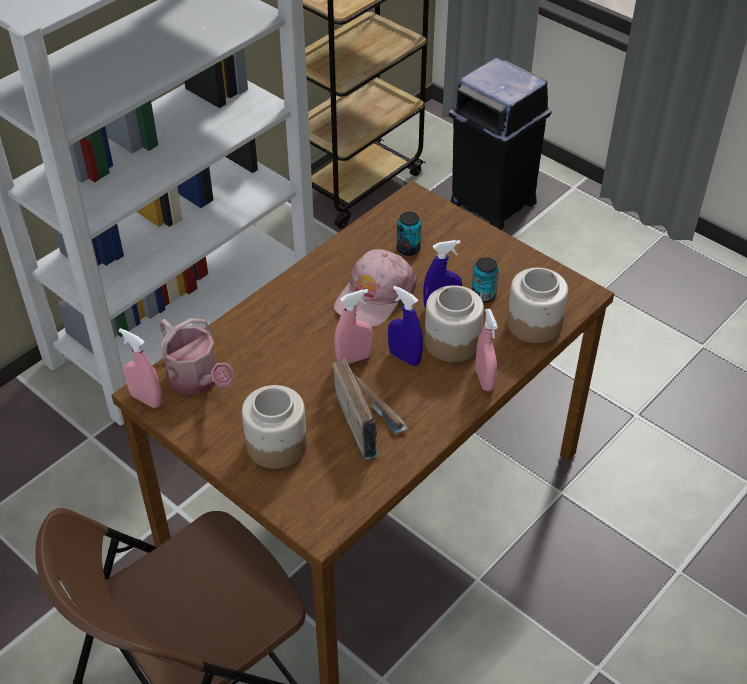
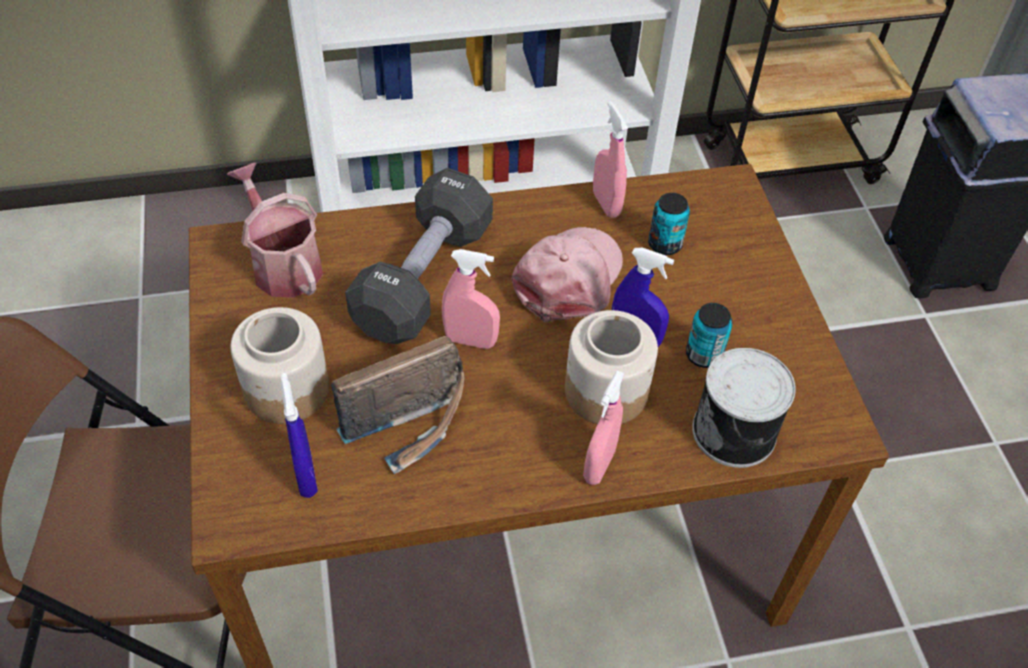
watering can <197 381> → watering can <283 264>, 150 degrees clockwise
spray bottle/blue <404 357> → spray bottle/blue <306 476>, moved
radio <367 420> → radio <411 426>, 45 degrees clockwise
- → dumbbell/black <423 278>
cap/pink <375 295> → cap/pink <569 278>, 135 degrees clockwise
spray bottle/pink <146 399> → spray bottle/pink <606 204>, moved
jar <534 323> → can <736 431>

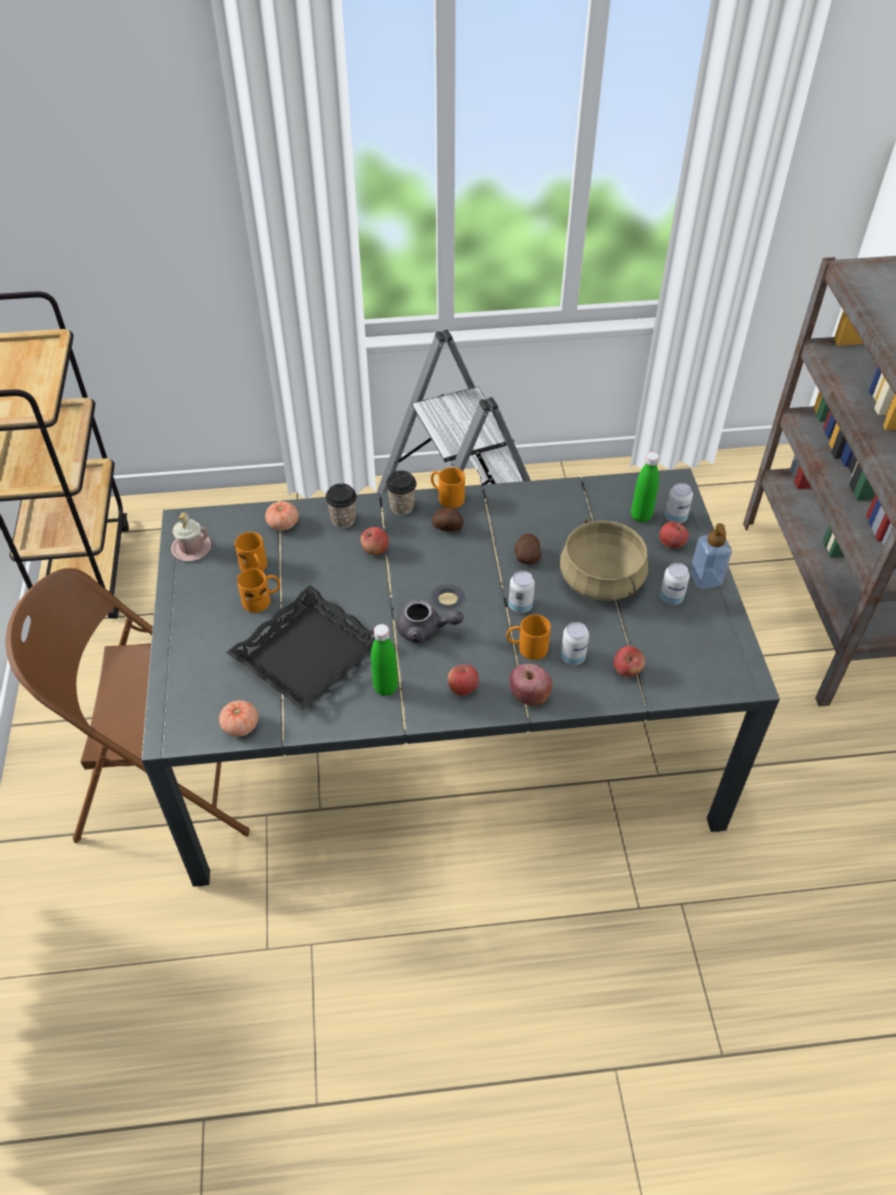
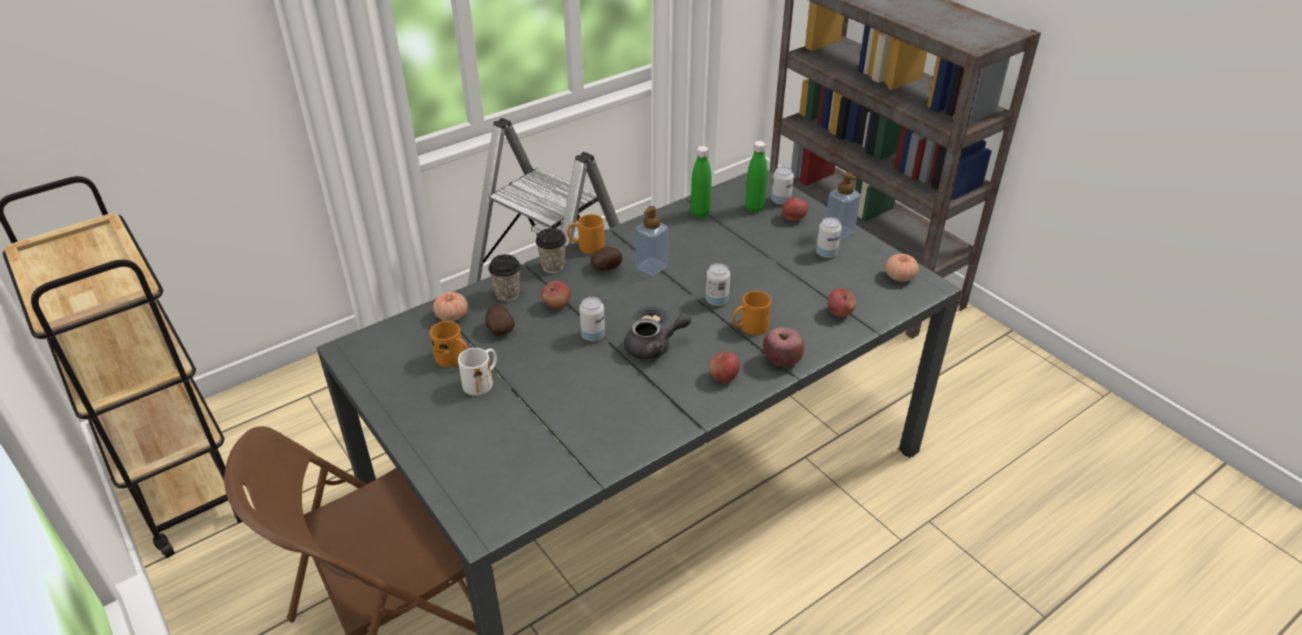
mug/orange <262 599> → mug/white <482 381>
potato <527 556> → potato <499 329>, moved
can <572 657> → can <593 335>, moved
- → soap dispenser <651 267>
bottle/green <385 687> → bottle/green <700 213>, moved
tomato <240 726> → tomato <899 276>, moved
mug/pink <191 548> → -
tray/black <307 653> → -
cooking pot/beige <602 579> → -

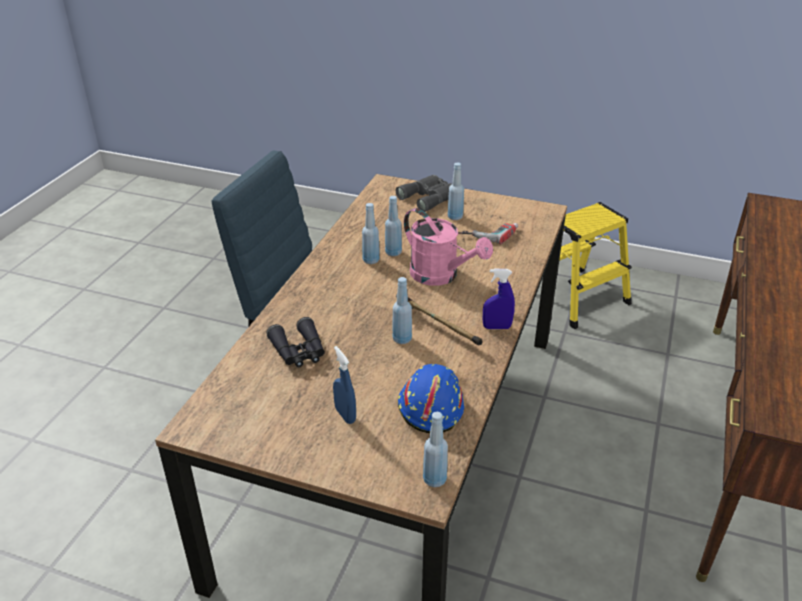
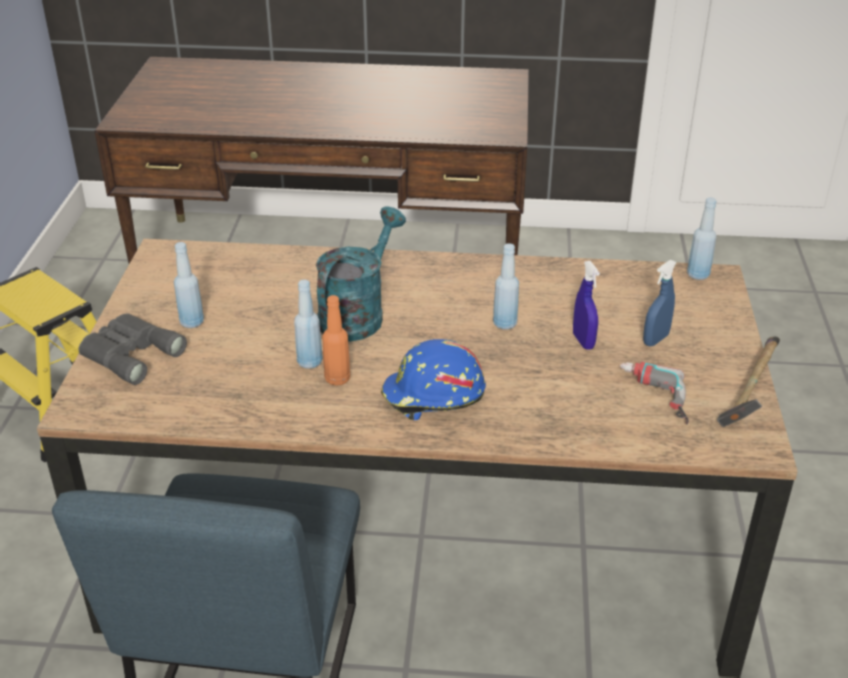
watering can/pink <441 276> → watering can/turquoise <357 314>
bottle/blue <371 260> → bottle/orange <337 379>
hard hat/blue <430 406> → hard hat/blue <433 396>, moved
spray bottle/blue <497 327> → spray bottle/blue <583 341>, moved
power drill <488 233> → power drill <652 397>, moved
hammer <437 328> → hammer <750 393>, moved
binoculars/black <299 352> → -

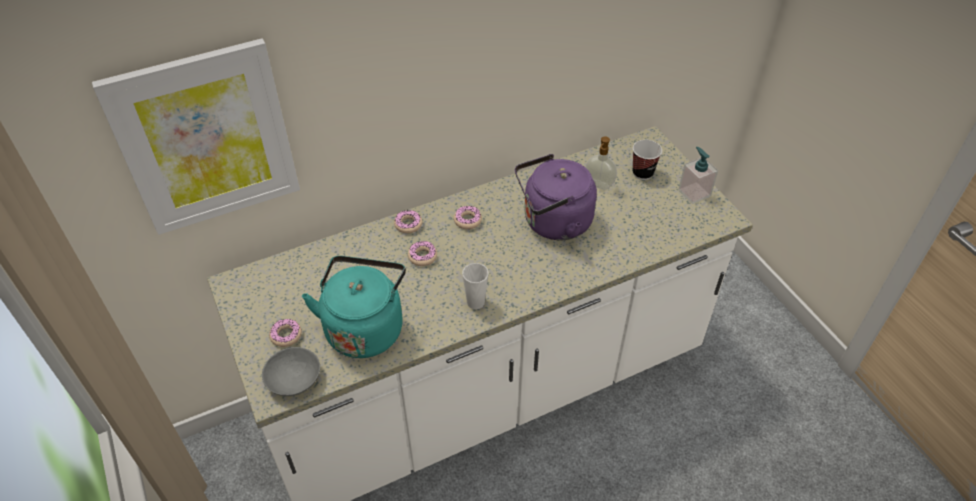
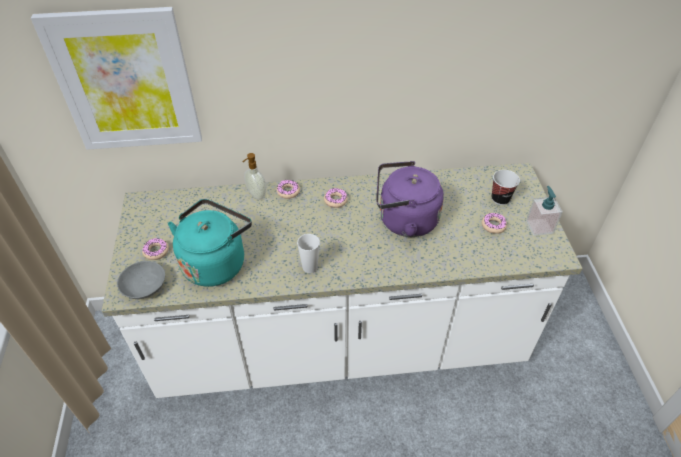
soap dispenser <598 185> → soap dispenser <256 194>, moved
donut <422 256> → donut <493 225>, moved

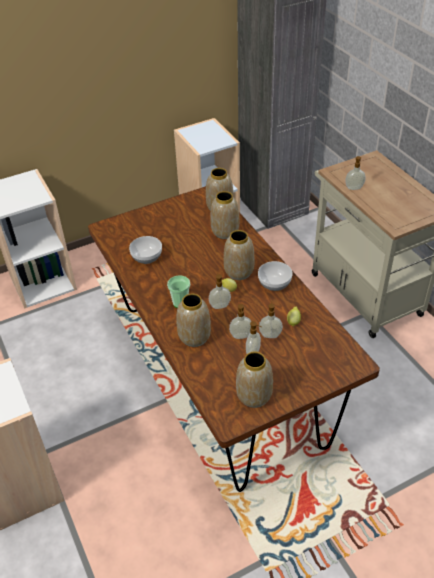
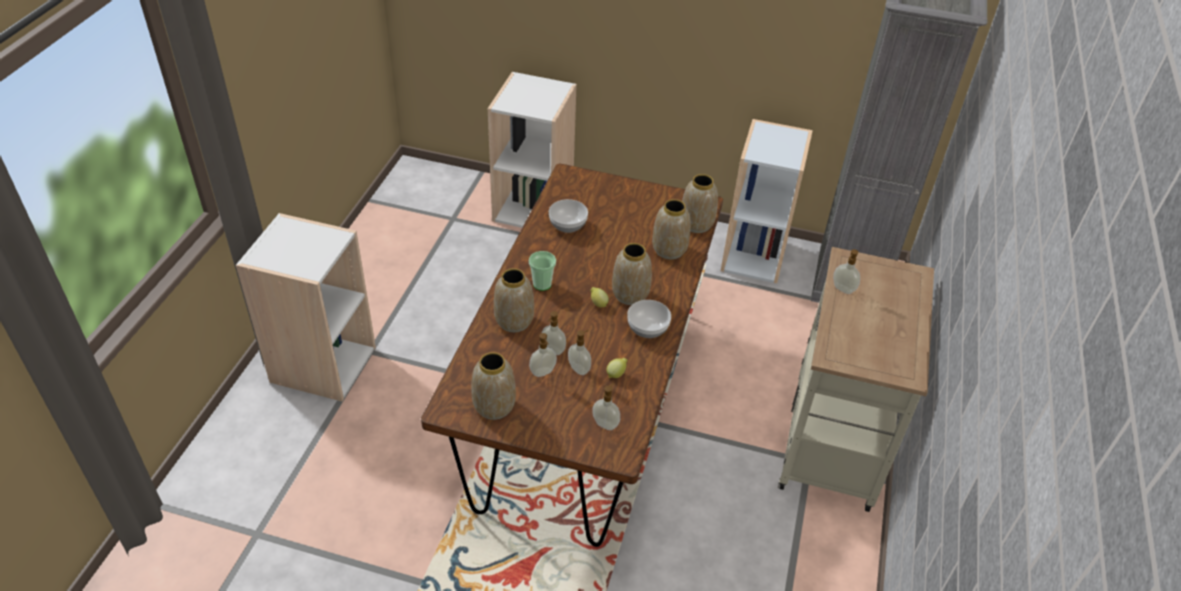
soap dispenser <219 305> → soap dispenser <606 424>, moved

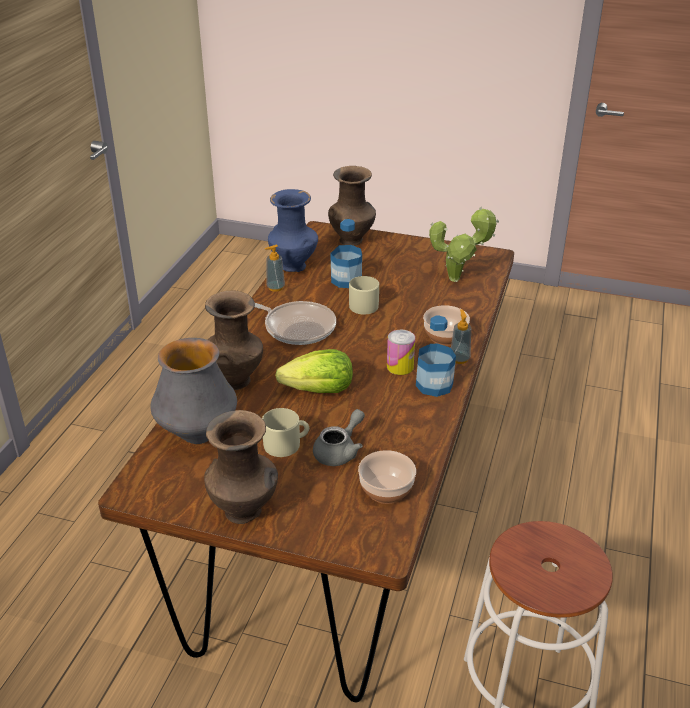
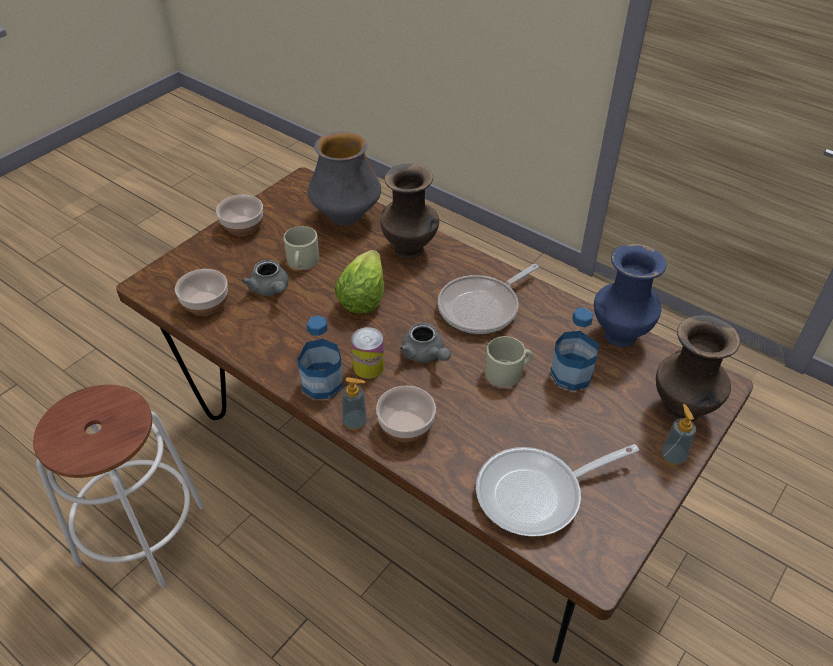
vase/brown <245 511> → bowl <242 226>
- → teapot/grey <425 355>
potted plant <458 279> → frying pan <537 494>
soap dispenser <275 287> → soap dispenser <672 457>, moved

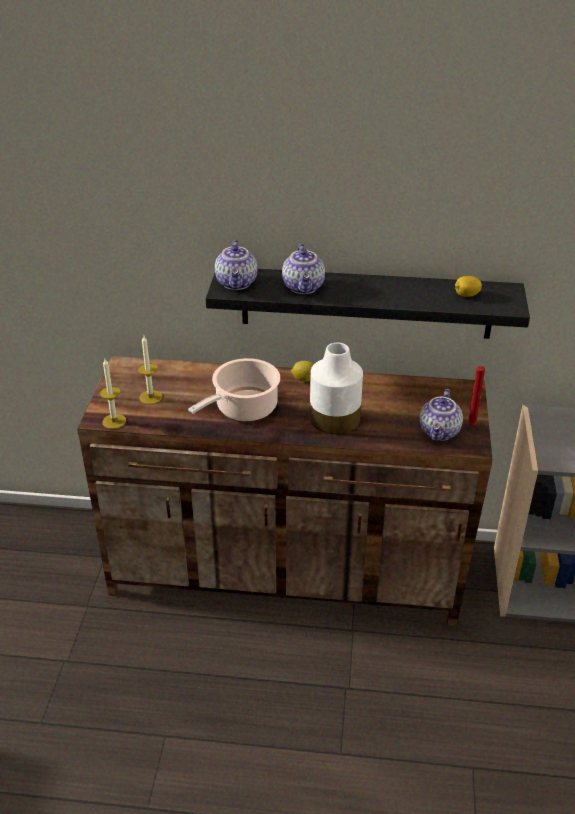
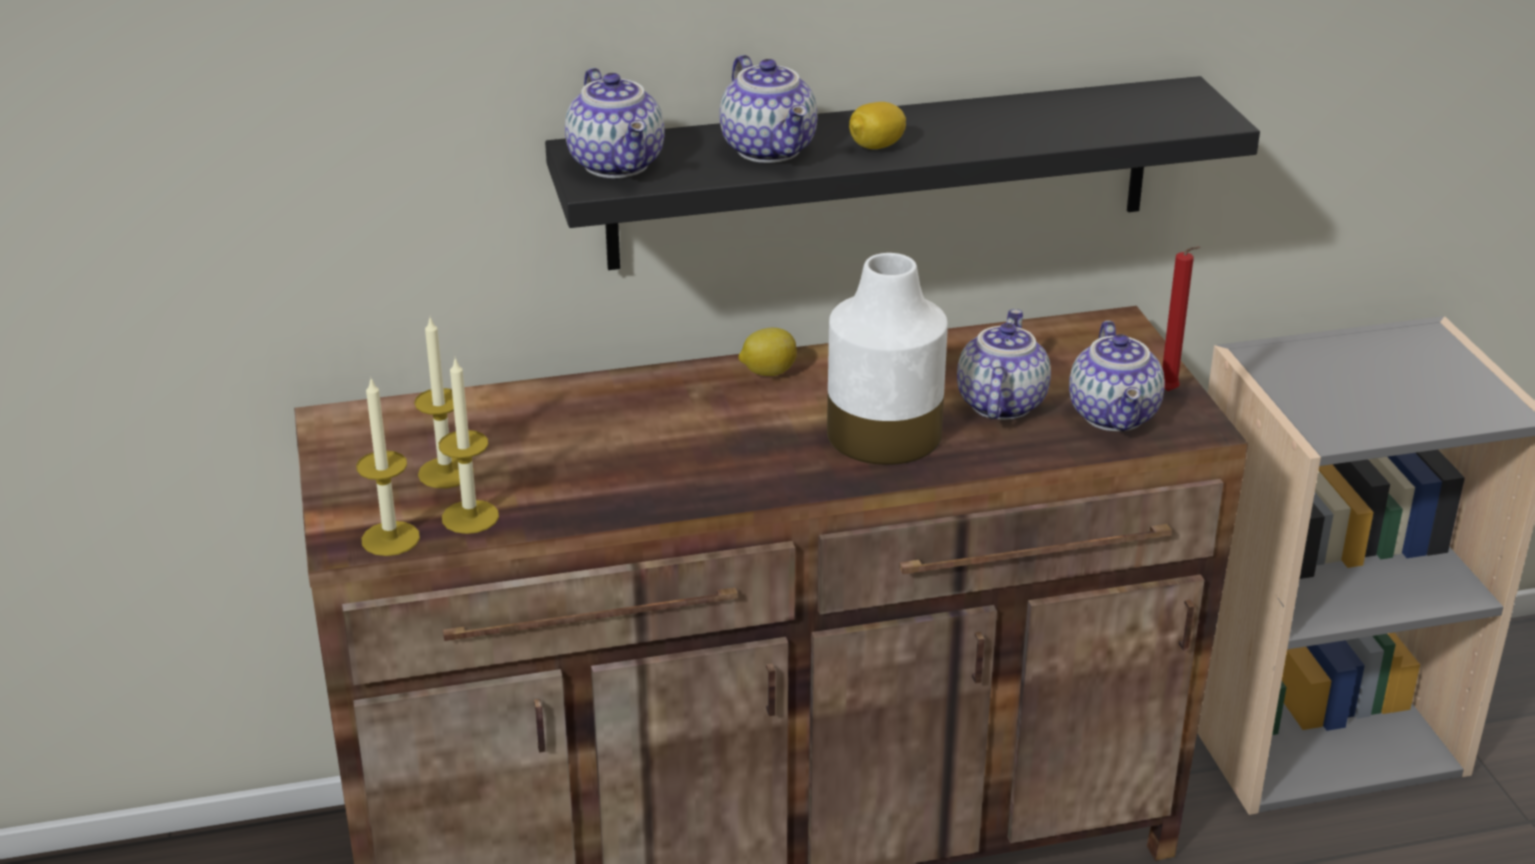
- → candle <470 517>
lemon <466 295> → lemon <876 147>, moved
- → teapot <999 403>
cooking pot <243 409> → -

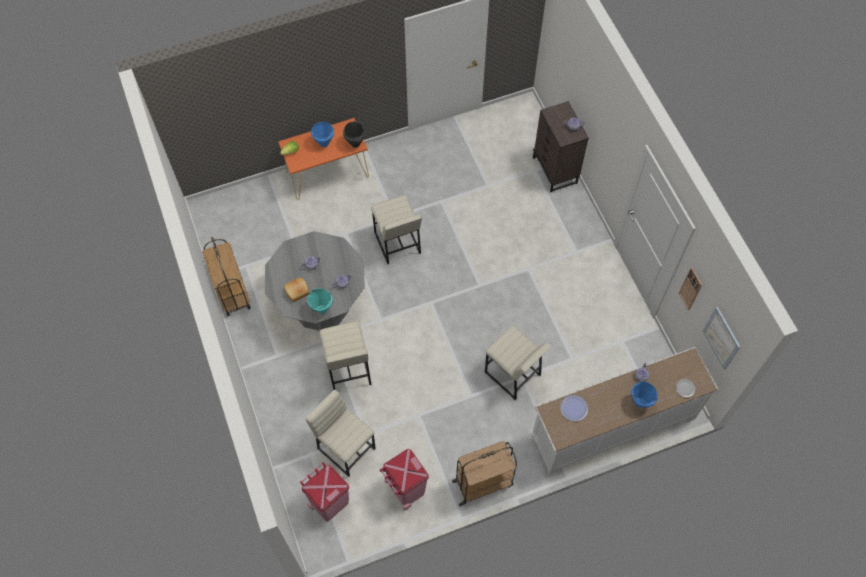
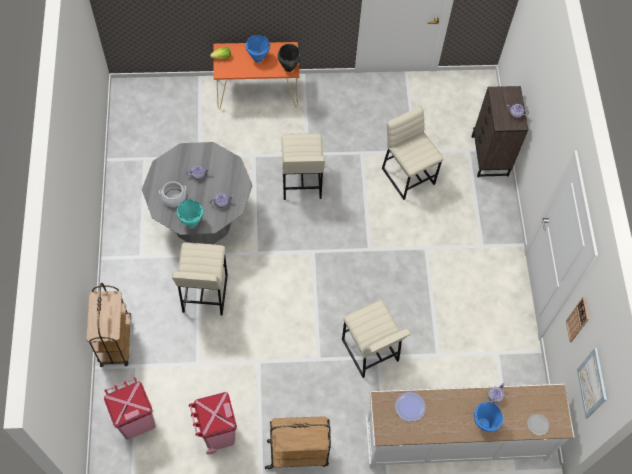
cart/brown <232 293> → cart/brown <115 341>, moved
bread <297 292> → cooking pot <174 198>
chair/beige <345 447> → chair/beige <407 175>, moved

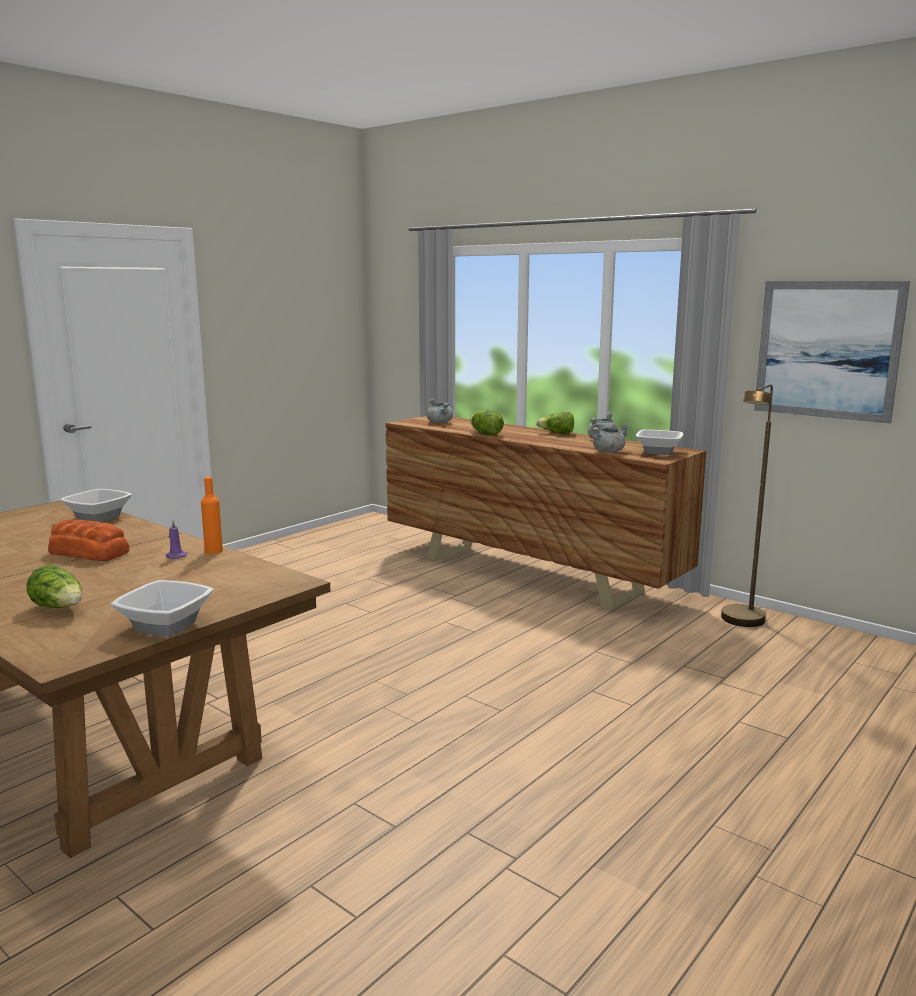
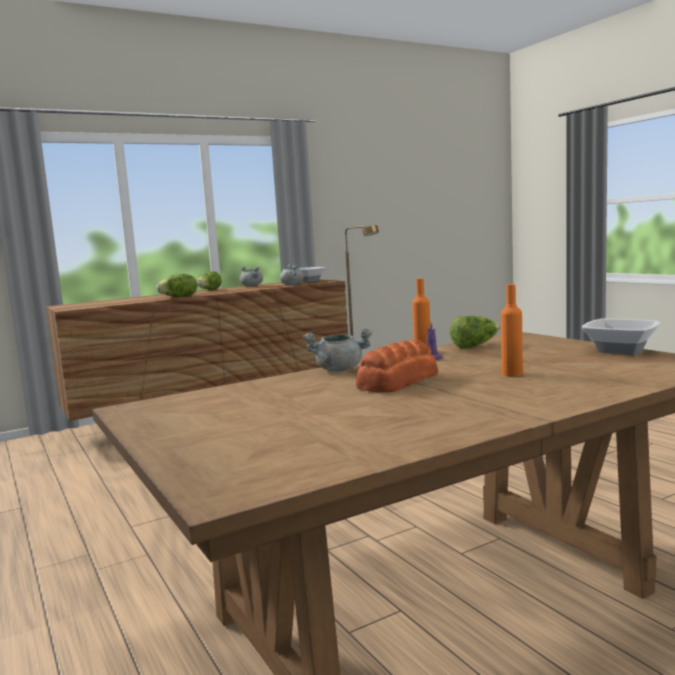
cooking pot/grey <440 422> → cooking pot/grey <339 370>, moved
lettuce <60 608> → lettuce <475 346>, moved
- → bottle/orange <512 374>
bowl <97 518> → -
picture <827 350> → -

